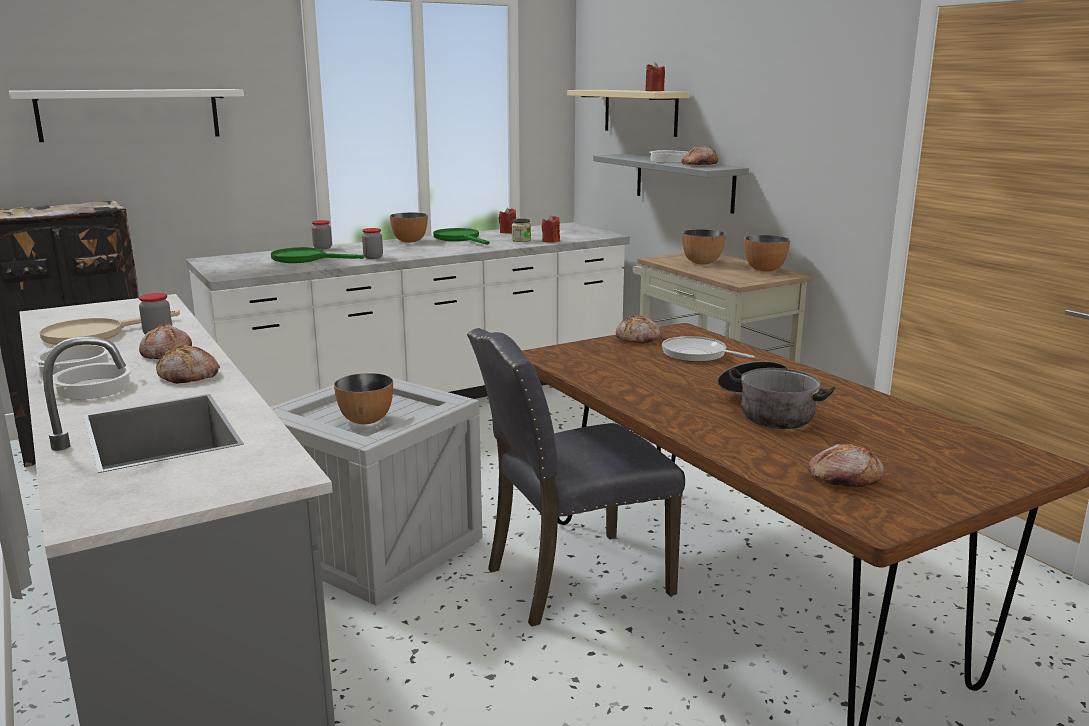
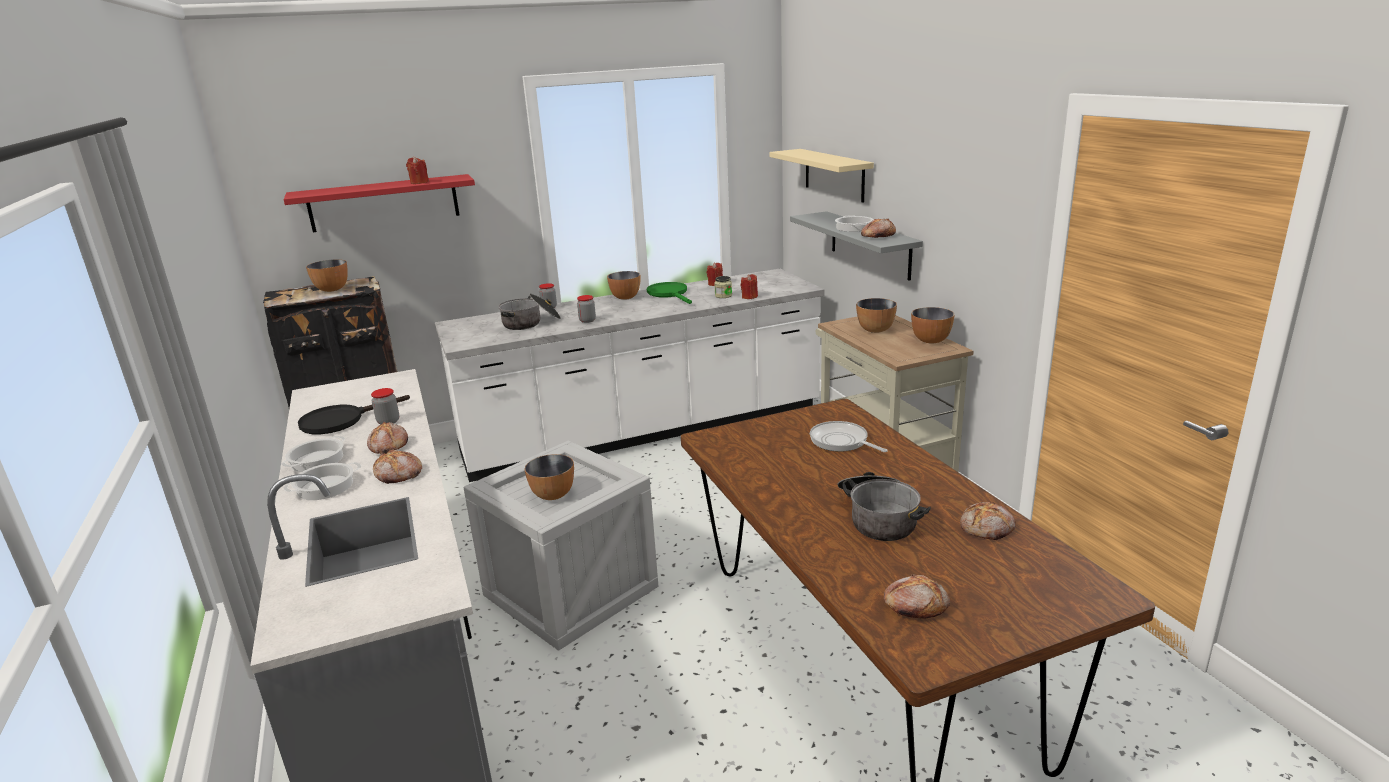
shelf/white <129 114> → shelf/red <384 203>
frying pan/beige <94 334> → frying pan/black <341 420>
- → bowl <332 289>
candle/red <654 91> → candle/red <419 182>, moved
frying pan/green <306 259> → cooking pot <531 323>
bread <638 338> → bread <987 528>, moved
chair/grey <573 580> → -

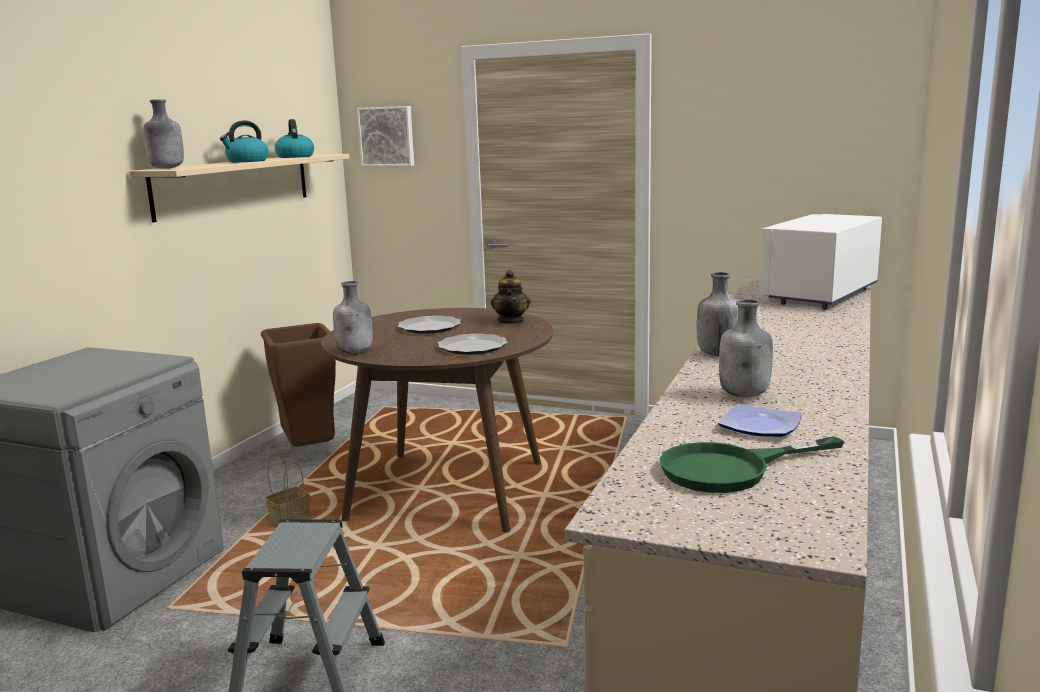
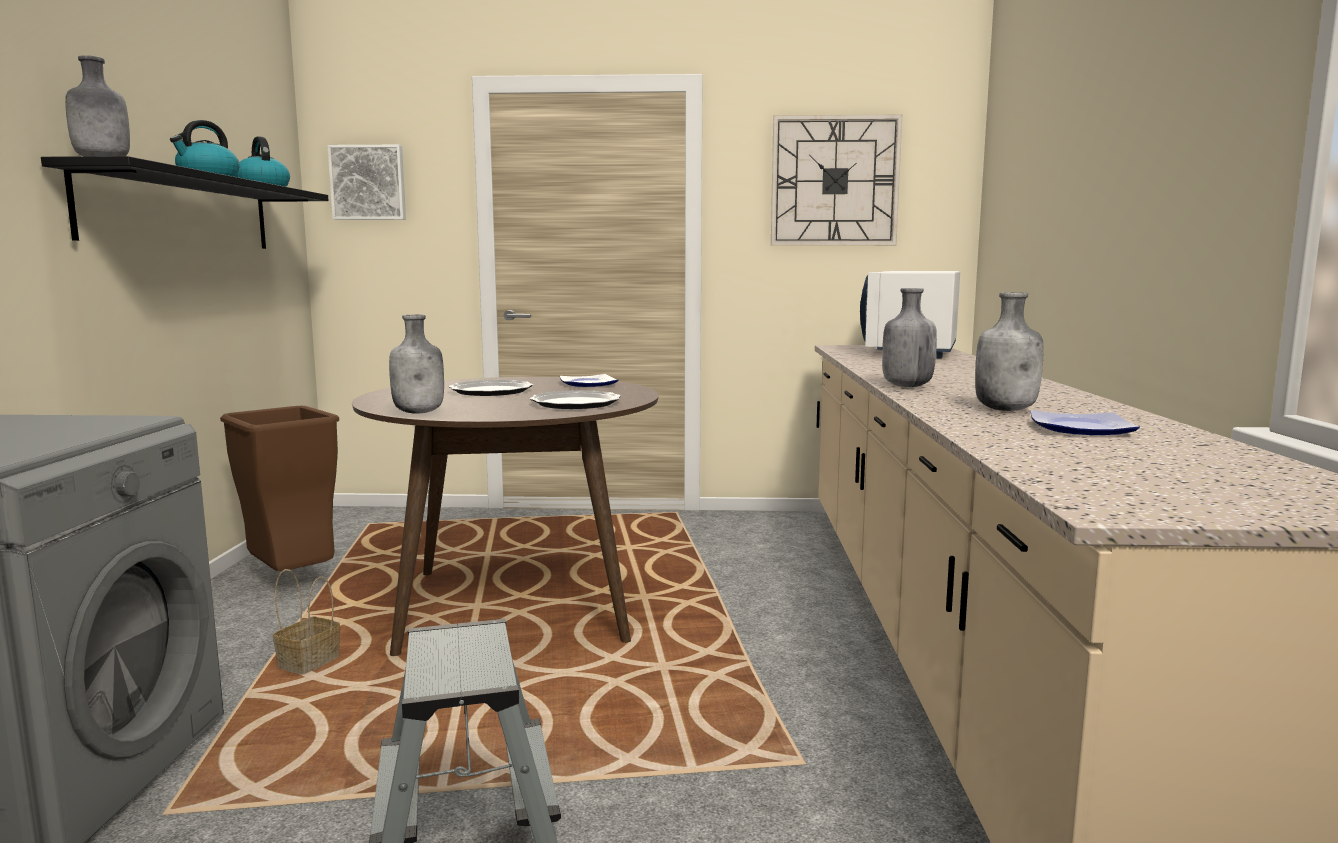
shelf/beige <235 185> → shelf/black <182 212>
teapot <511 321> → plate <589 384>
- → wall clock <834 181>
frying pan/green <731 469> → -

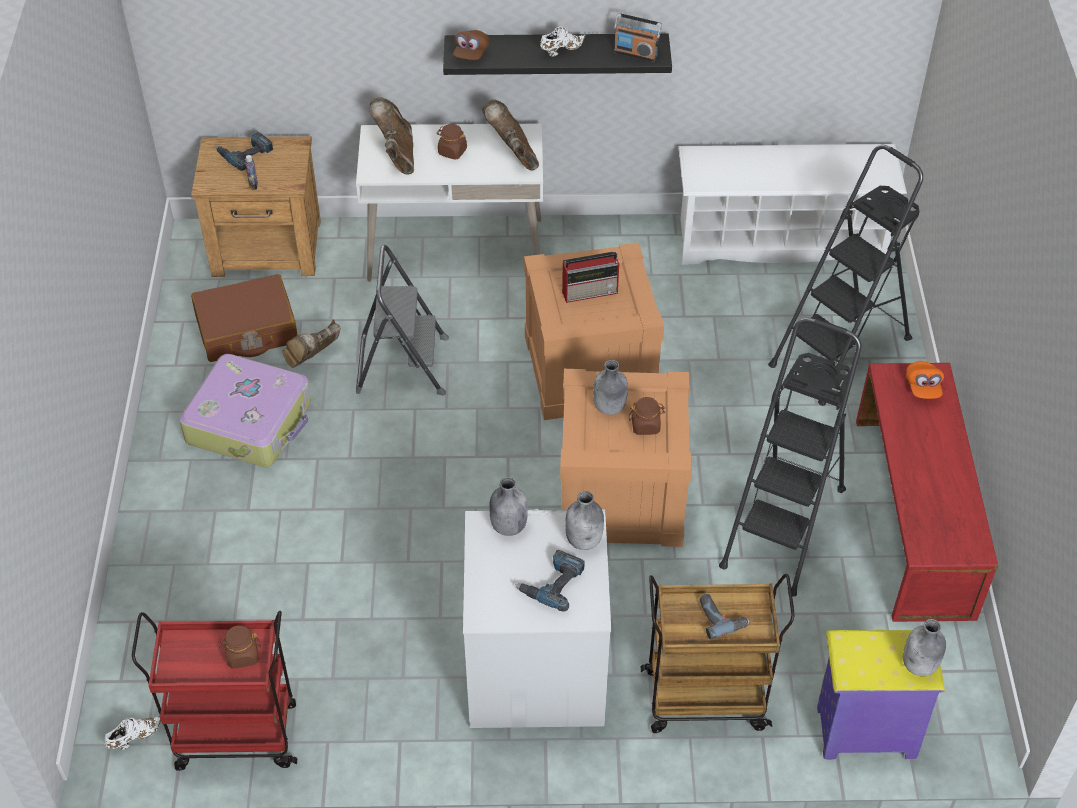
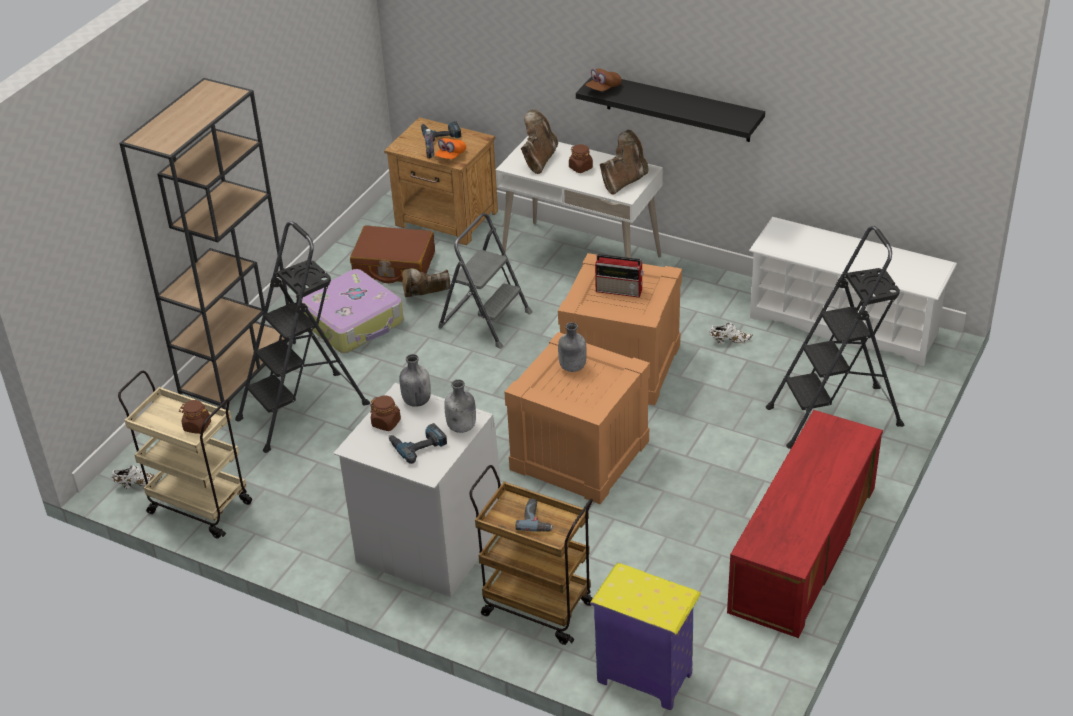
cart/red <235 736> → cart/beige <199 507>
- → bookcase <238 369>
step ladder <784 524> → step ladder <304 410>, moved
jar/brown <645 425> → jar/brown <386 423>, moved
cap/orange <923 387> → cap/orange <451 156>, moved
boot/brown <513 154> → boot/brown <624 181>, 45 degrees clockwise
shoe/white <561 50> → shoe/white <729 341>, moved
radio <635 53> → -
bottle/grey <919 665> → -

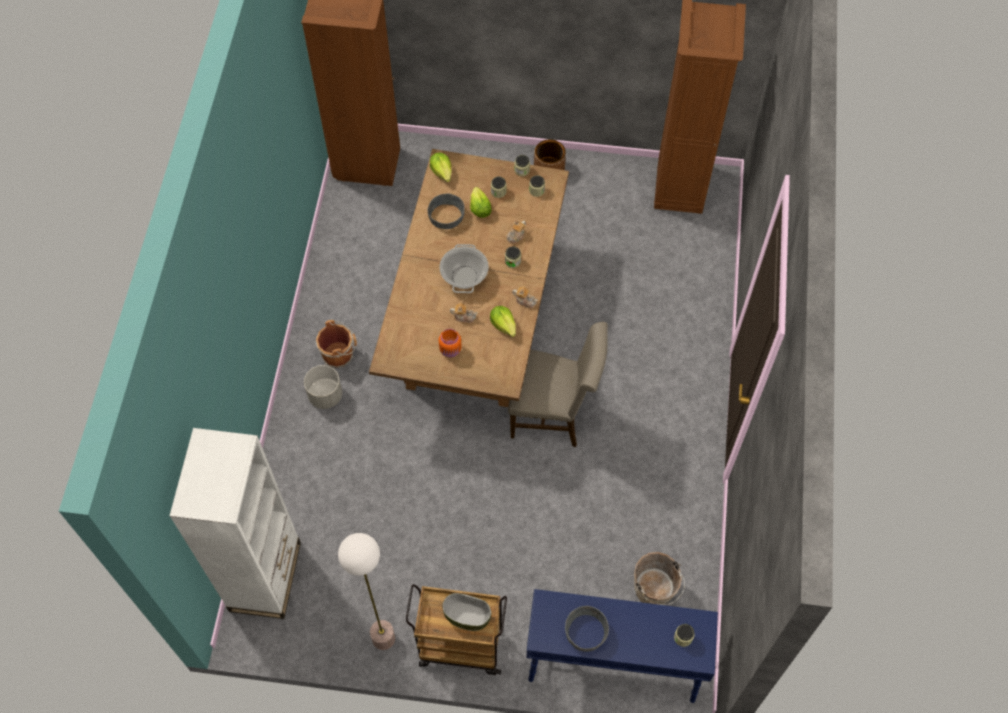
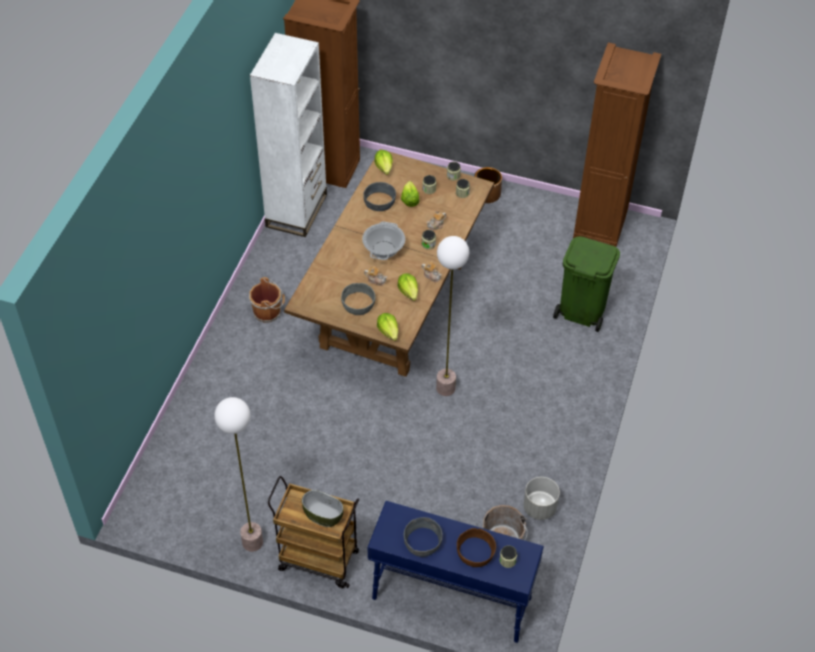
bookcase/white <265 576> → bookcase/white <296 210>, moved
jar/orange <451 350> → bowl/grey <358 304>
- → lettuce <389 331>
chair/beige <554 414> → floor lamp <446 388>
- → bowl/brown <476 553>
planter/grey <325 395> → planter/grey <539 508>, moved
- → trash can/green <581 311>

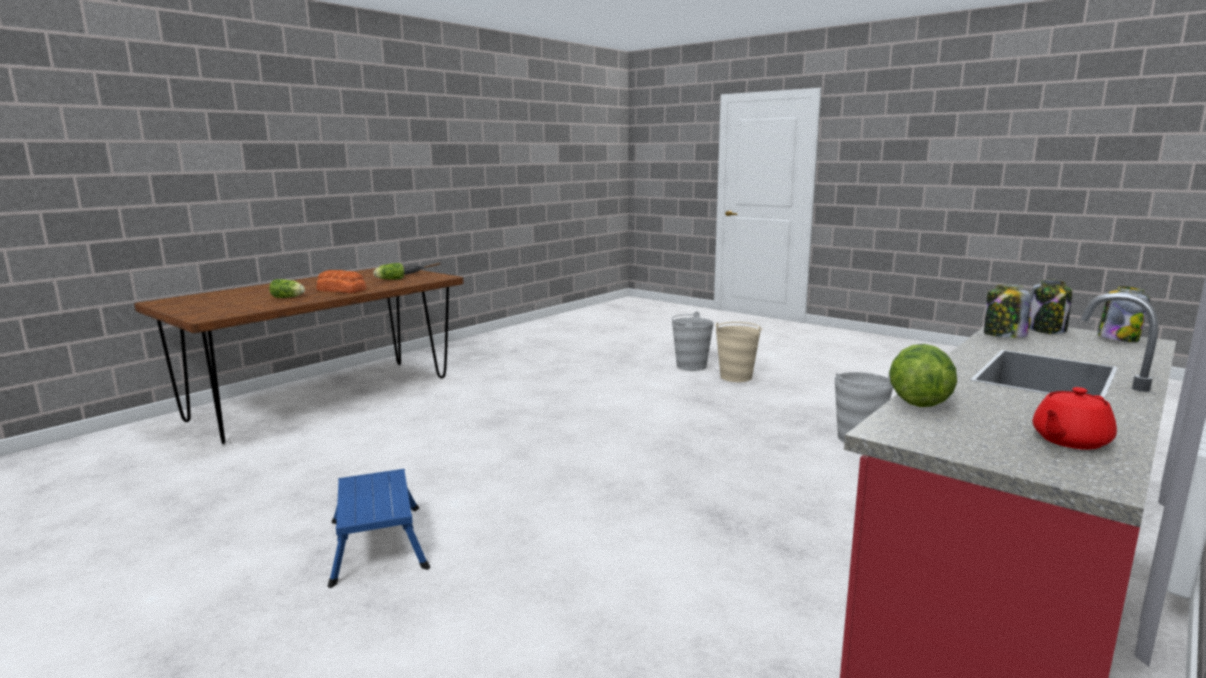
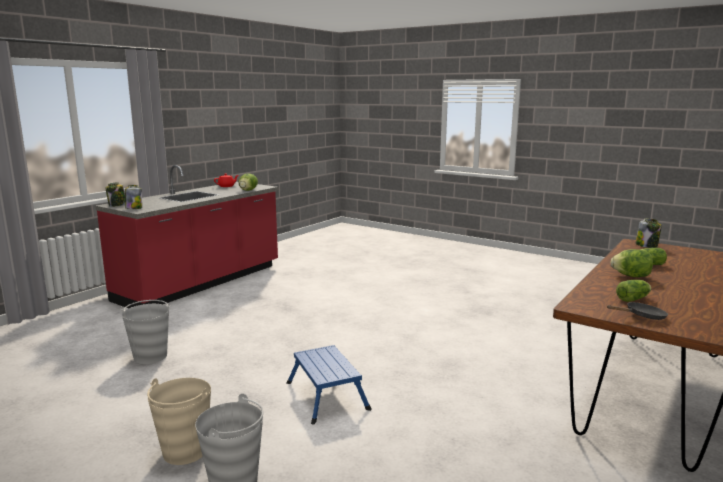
step ladder/blue <378 543> → step ladder/blue <327 396>, moved
bread <341 290> → lettuce <631 276>
jar <1003 335> → jar <647 245>, moved

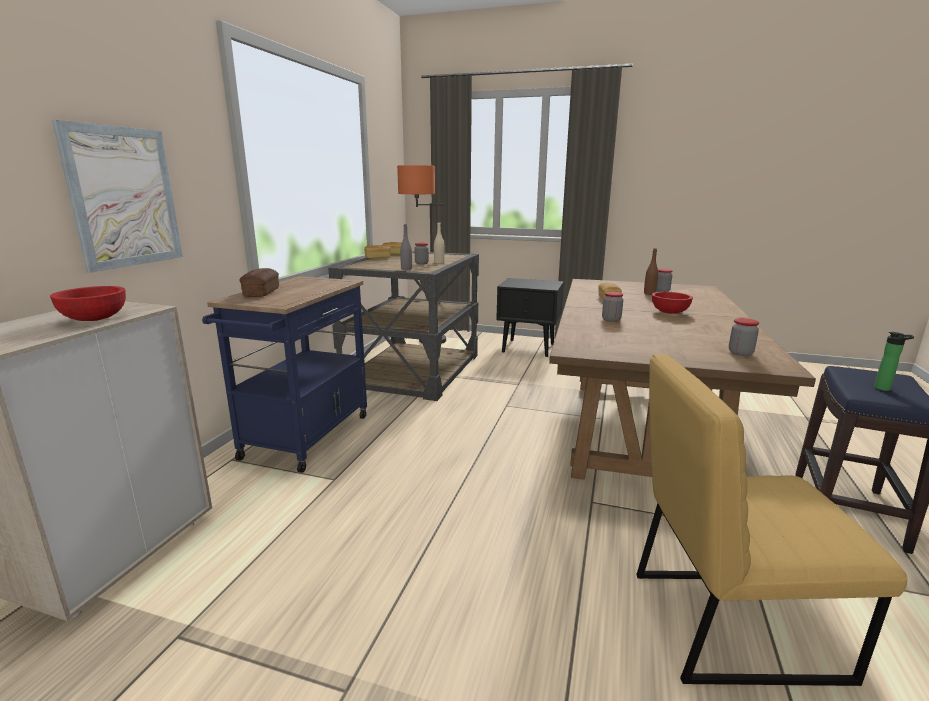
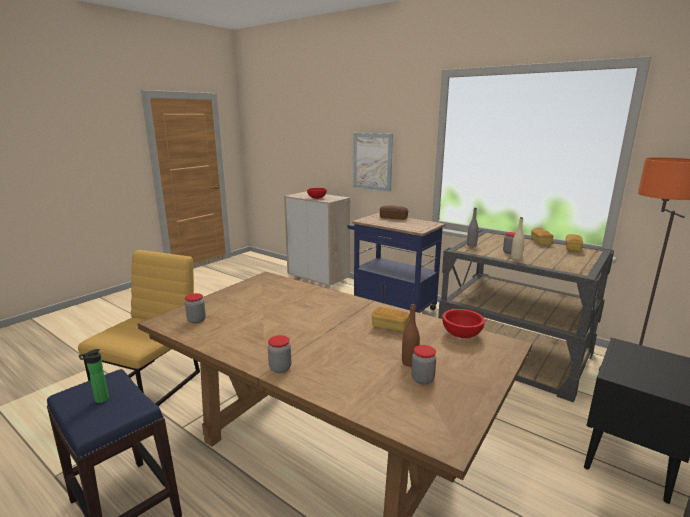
jar <611 320> → jar <280 368>, moved
bowl/red <669 312> → bowl/red <461 334>, moved

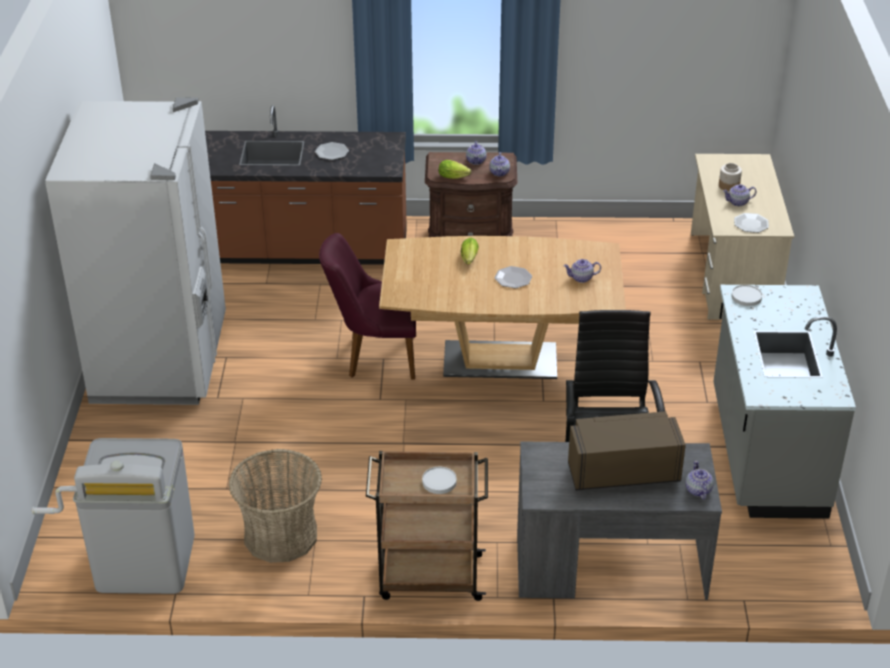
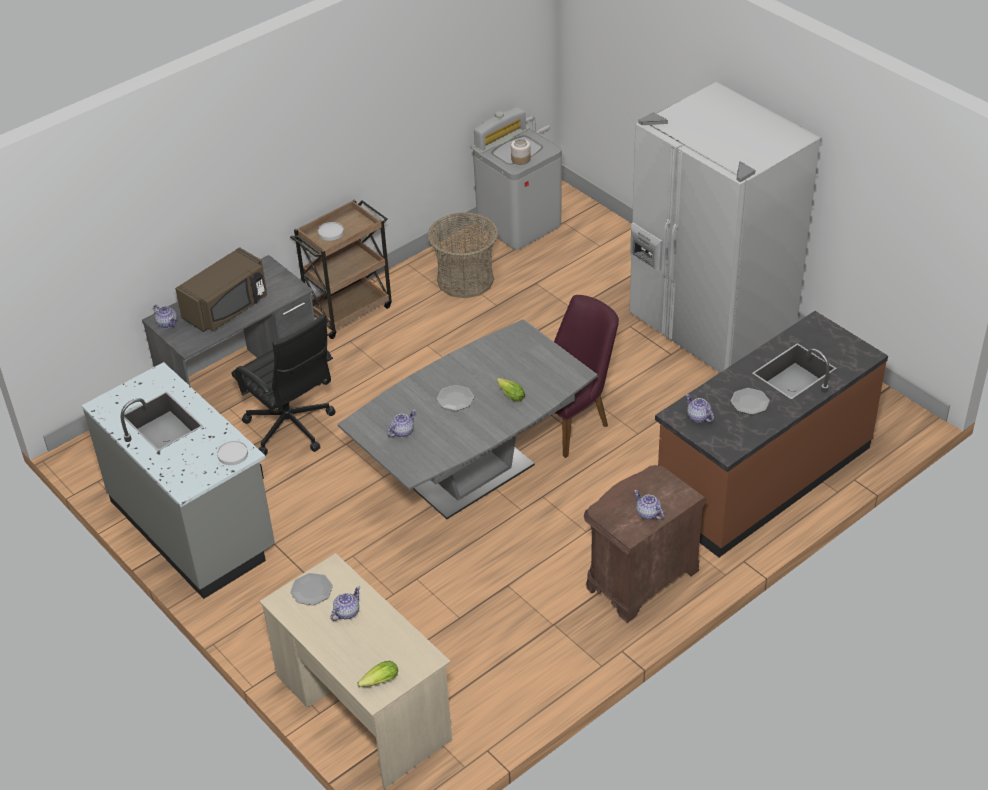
dining table/brown <500 360> → dining table/grey <473 477>
lettuce <455 177> → lettuce <378 682>, moved
jar <729 186> → jar <520 159>, moved
teapot <499 173> → teapot <698 417>, moved

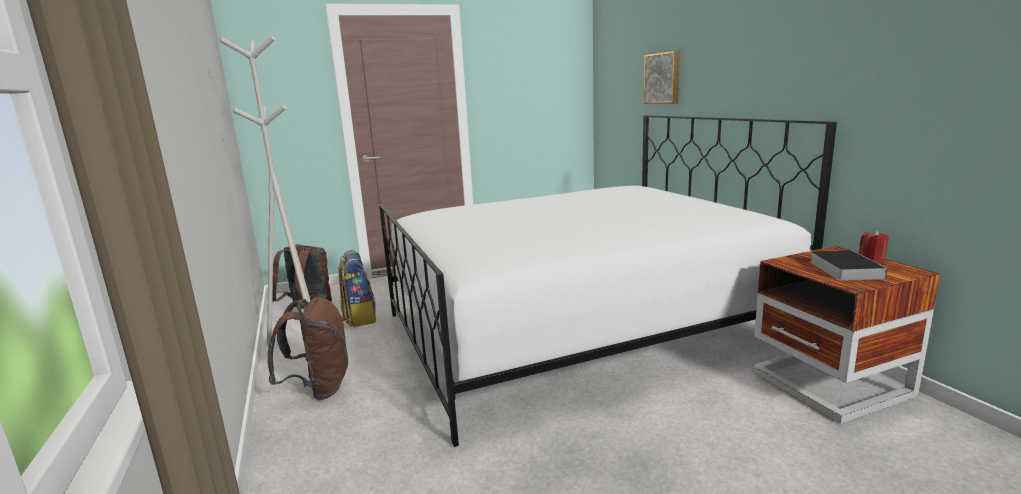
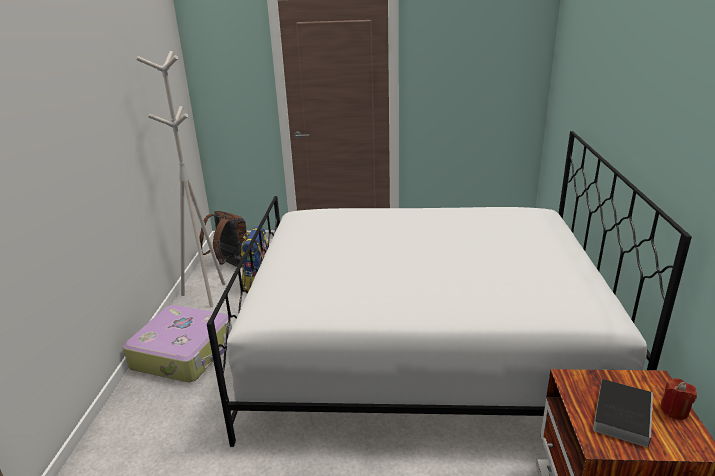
backpack/brown <319 389> → suitcase <185 353>
picture <663 78> → -

